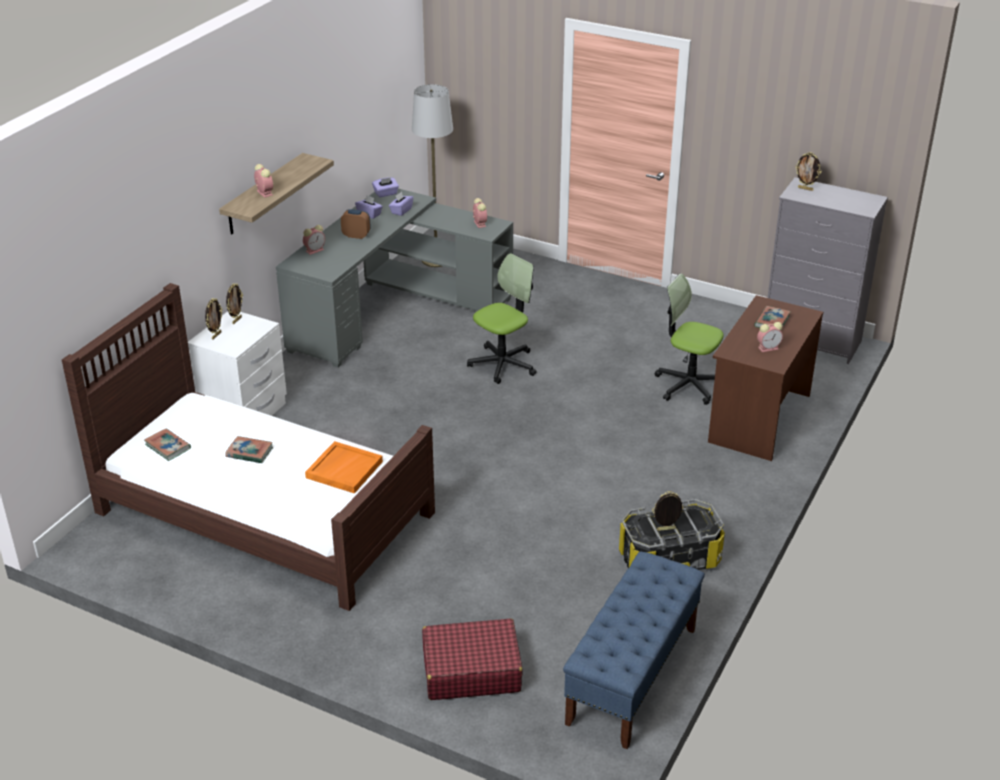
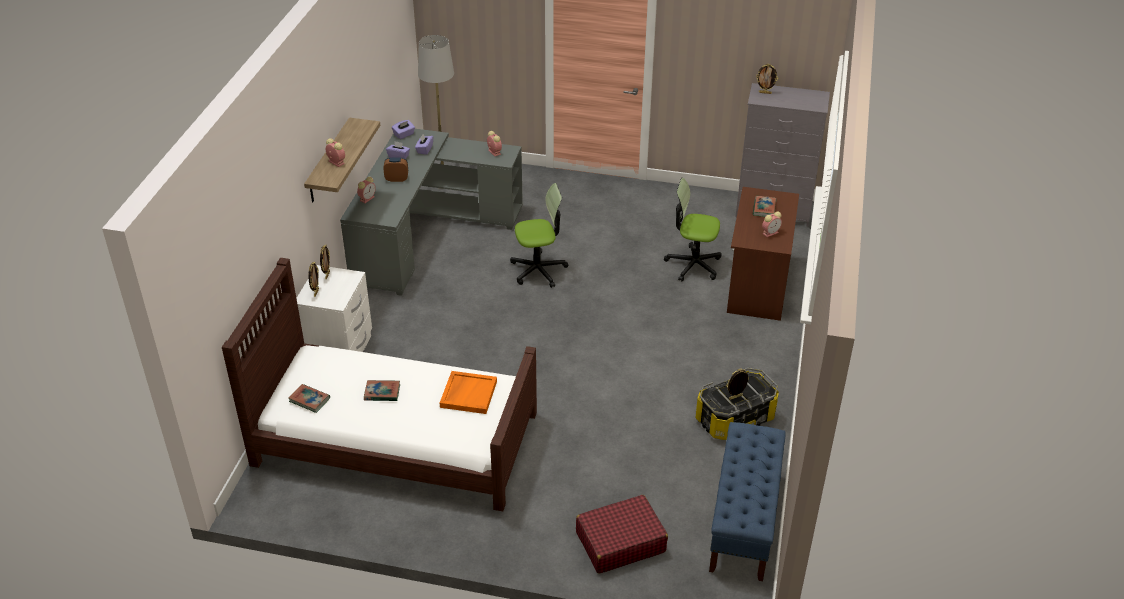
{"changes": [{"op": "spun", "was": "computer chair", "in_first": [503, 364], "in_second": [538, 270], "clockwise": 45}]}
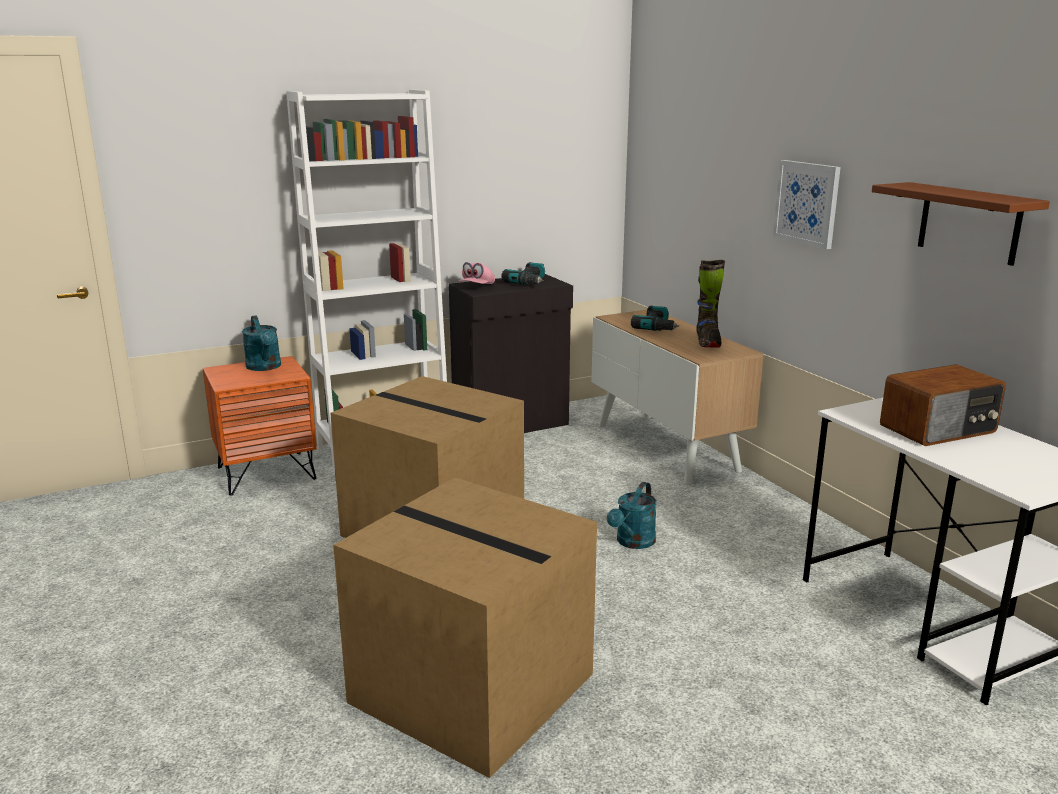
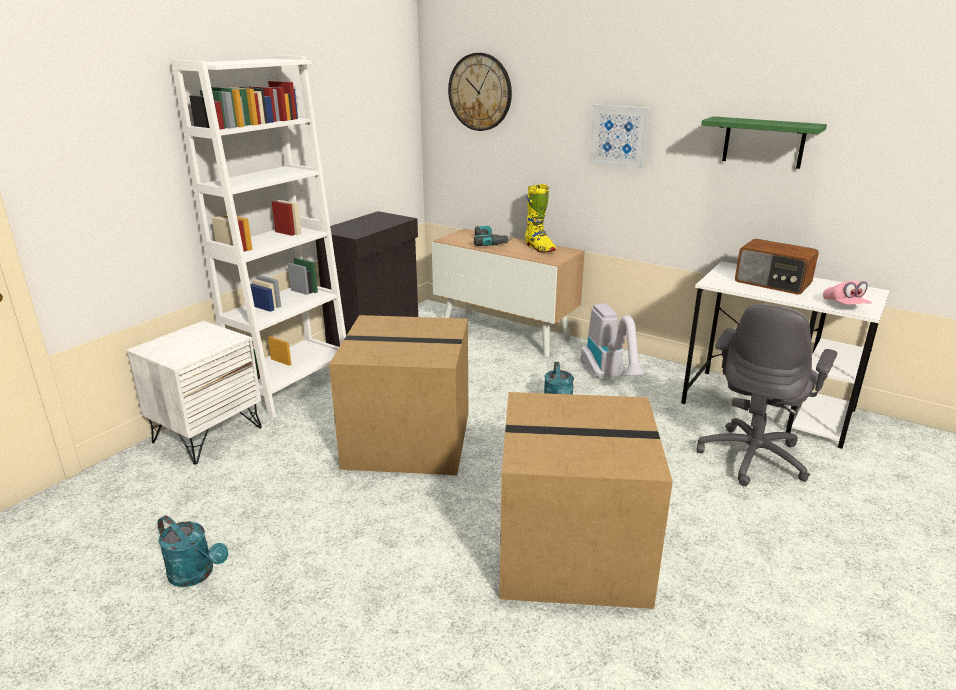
{"changes": [{"op": "colour", "was": "orangey bedside table", "now": "white-coloured bedside table", "in_first": [266, 473], "in_second": [207, 434]}, {"op": "relocated", "was": "blue-green watering pot", "in_first": [265, 367], "in_second": [196, 575]}, {"op": "appeared", "now": "clock on the wall", "in_second": [480, 92]}, {"op": "colour", "was": "blackish boot", "now": "yellow-coloured boot", "in_first": [707, 342], "in_second": [539, 248]}, {"op": "appeared", "now": "vacuum", "in_second": [609, 377]}, {"op": "appeared", "now": "grey computer chair", "in_second": [753, 457]}, {"op": "colour", "was": "brownish shelf", "now": "green-coloured shelf", "in_first": [969, 223], "in_second": [763, 142]}, {"op": "spun", "was": "radio", "in_first": [939, 429], "in_second": [772, 283], "clockwise": 90}, {"op": "relocated", "was": "pink peaked cap", "in_first": [477, 287], "in_second": [844, 306]}, {"op": "missing", "was": "power drill", "in_first": [529, 282]}]}
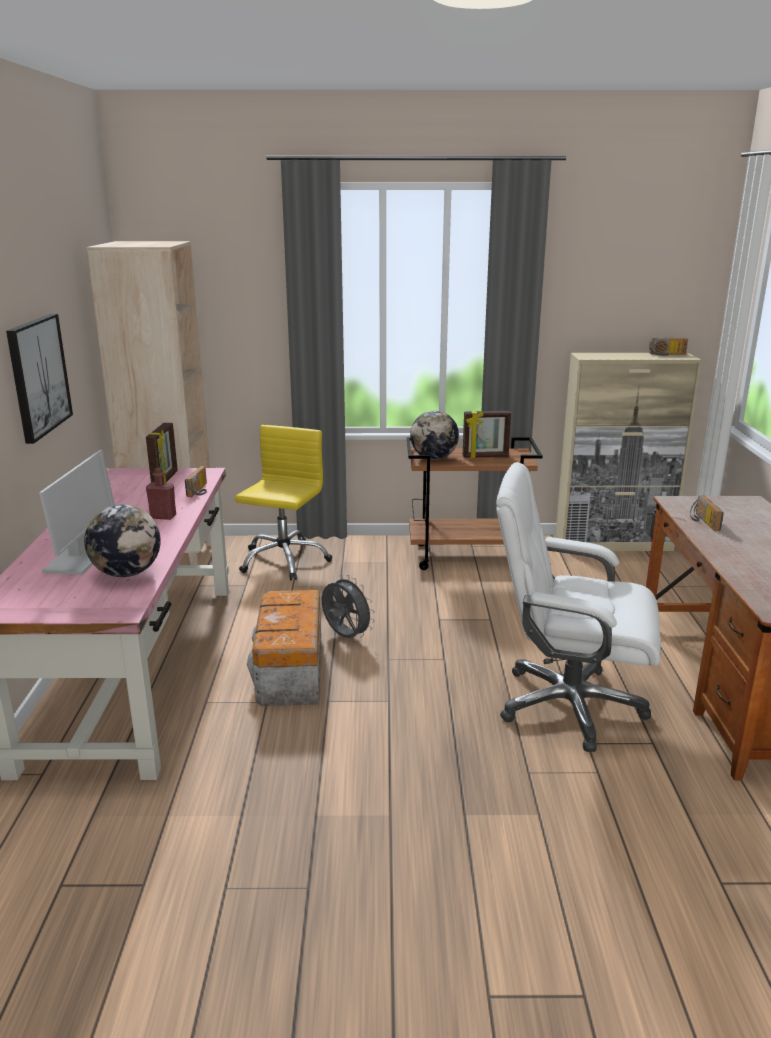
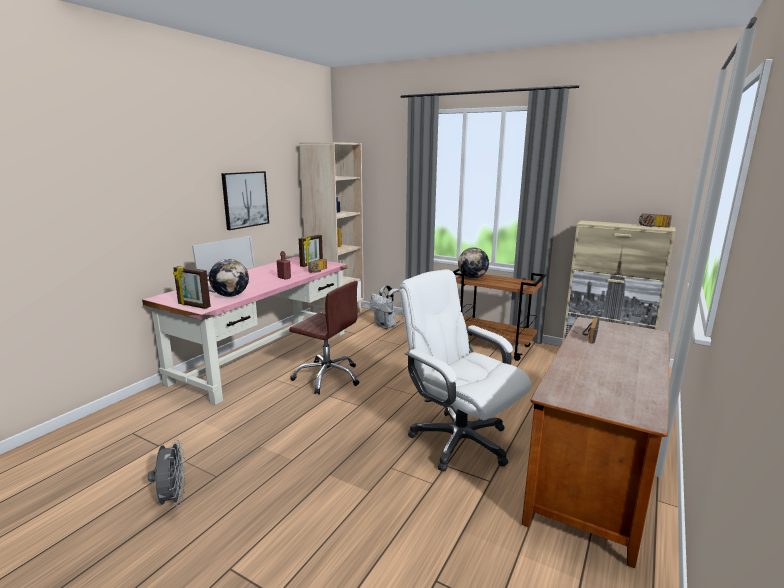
{"changes": [{"op": "relocated", "was": "grey electric fan", "in_first": [345, 637], "in_second": [173, 499]}, {"op": "relocated", "was": "standing frame", "in_first": [485, 457], "in_second": [193, 306]}, {"op": "exchanged", "was": "storage box", "now": "brownish computer chair", "in_first": [290, 671], "in_second": [327, 377]}, {"op": "exchanged", "was": "yellow-coloured computer chair", "now": "white-coloured backpack", "in_first": [283, 560], "in_second": [387, 326]}]}
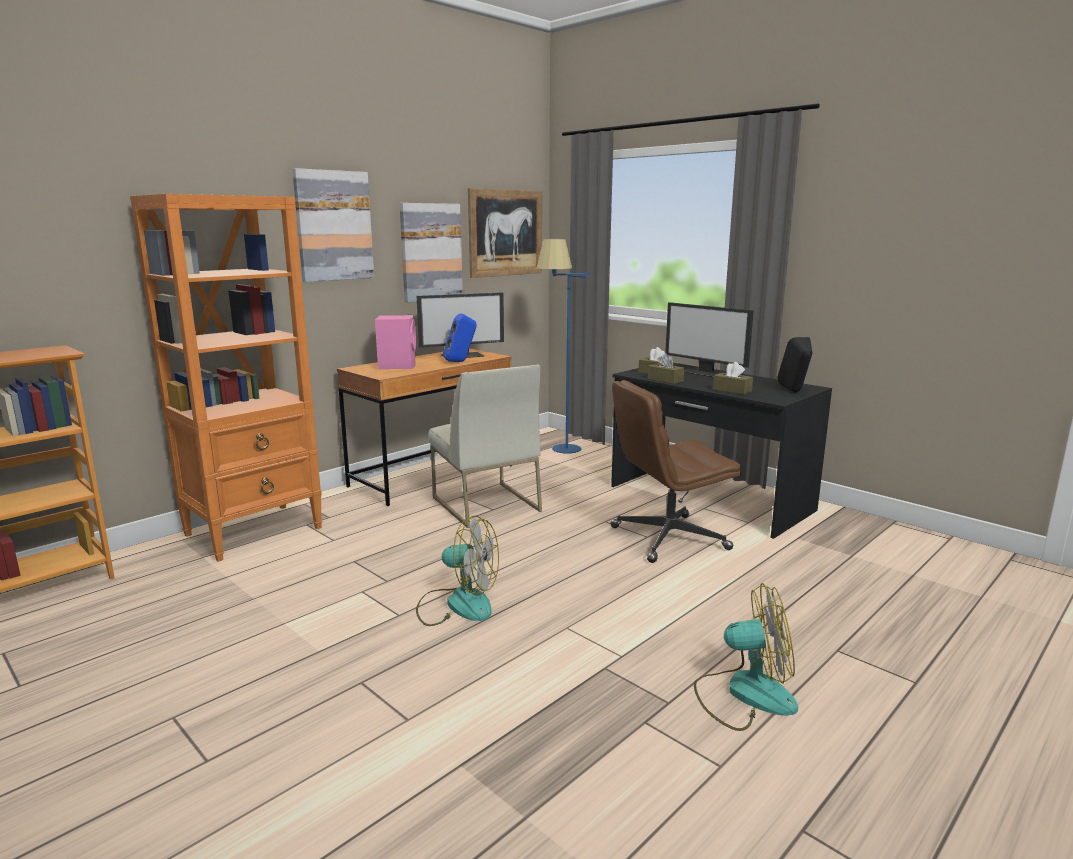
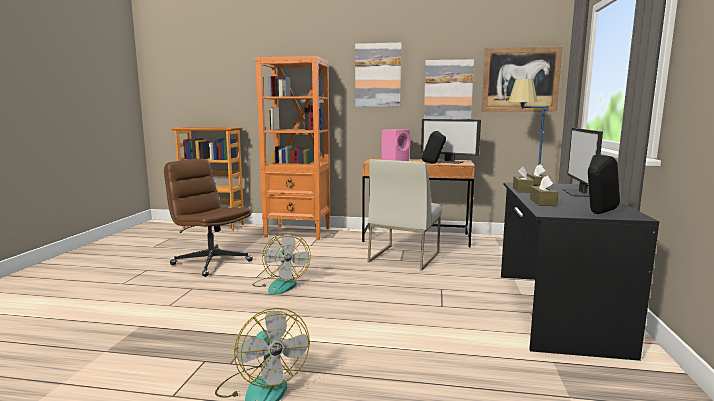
{"changes": [{"op": "relocated", "was": "brownish computer chair", "in_first": [668, 538], "in_second": [211, 263]}, {"op": "colour", "was": "blue audio speaker", "now": "blackish audio speaker", "in_first": [461, 361], "in_second": [433, 163]}]}
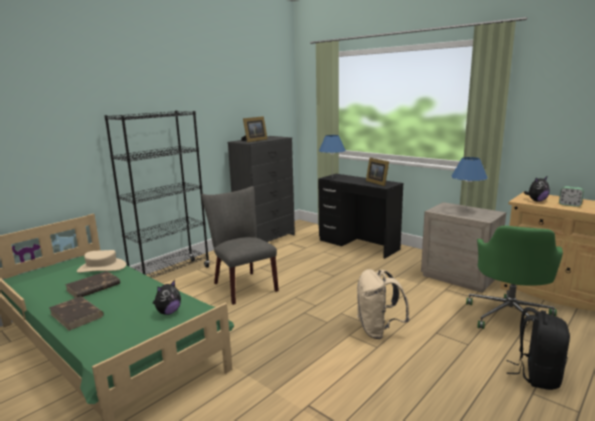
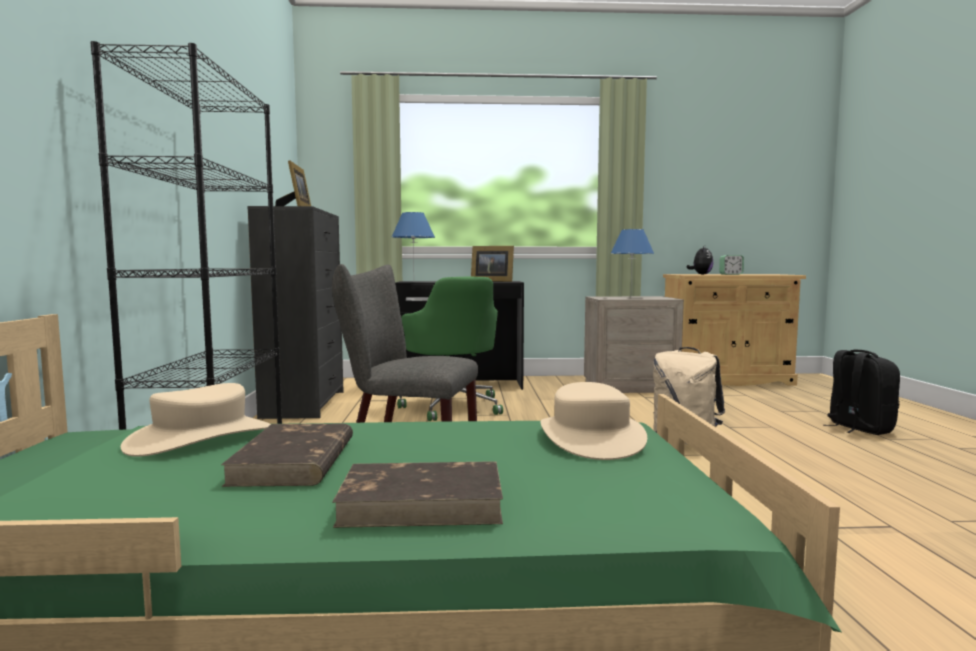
{"changes": [{"op": "relocated", "was": "green-coloured computer chair", "in_first": [510, 316], "in_second": [453, 406]}, {"op": "exchanged", "was": "cuddly toy", "now": "beige clothing hat", "in_first": [168, 312], "in_second": [590, 437]}]}
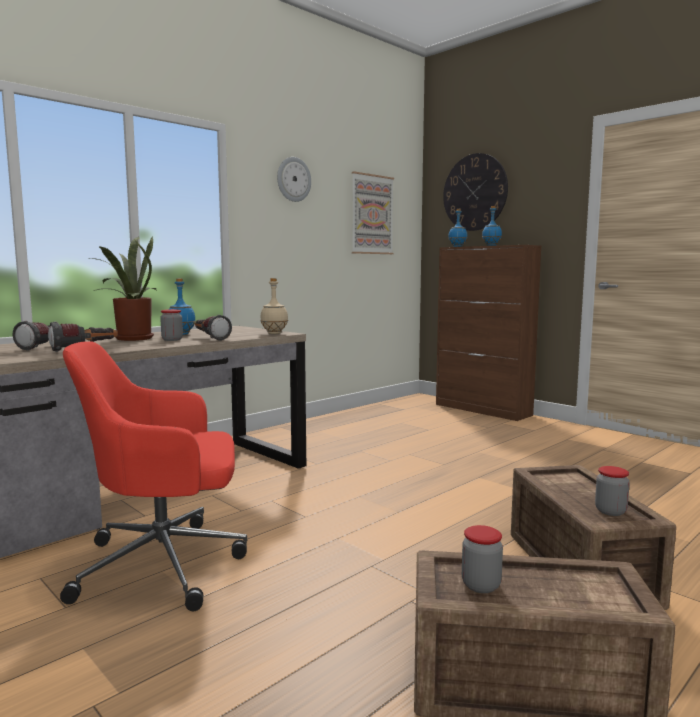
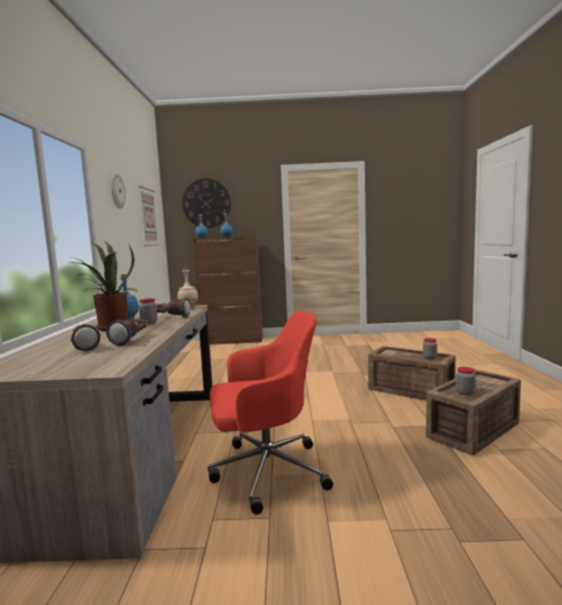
{"changes": [{"op": "spun", "was": "reddish computer chair", "in_first": [165, 564], "in_second": [266, 471], "clockwise": -135}]}
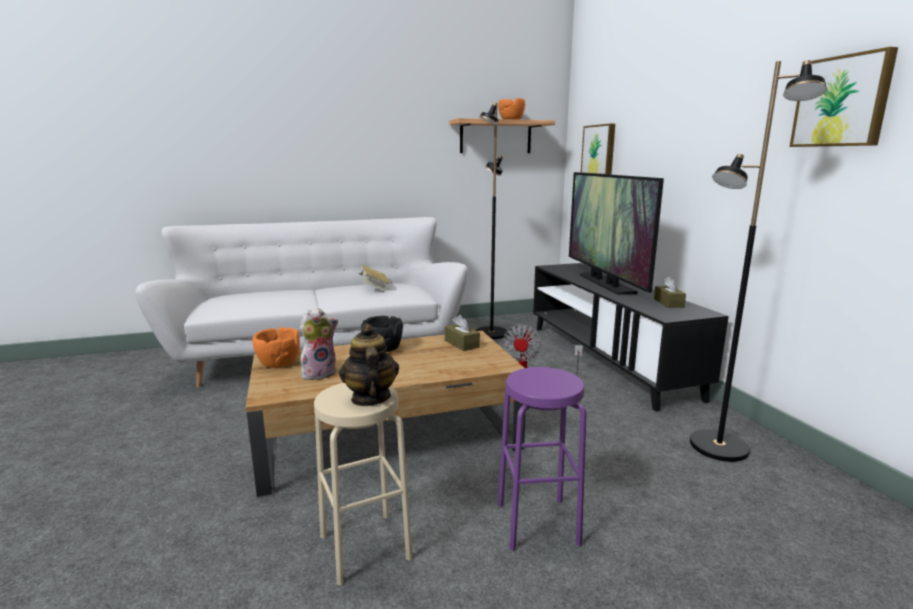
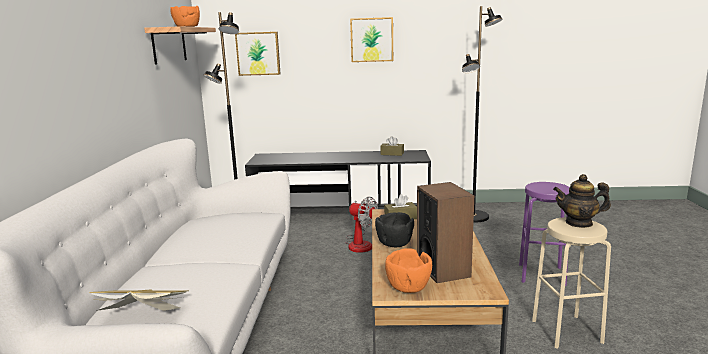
{"changes": [{"op": "relocated", "was": "bound book", "in_first": [374, 287], "in_second": [143, 315]}, {"op": "relocated", "was": "picture", "in_first": [842, 101], "in_second": [372, 40]}, {"op": "exchanged", "was": "cuddly toy", "now": "audio speaker", "in_first": [319, 373], "in_second": [443, 269]}, {"op": "missing", "was": "television", "in_first": [605, 283]}]}
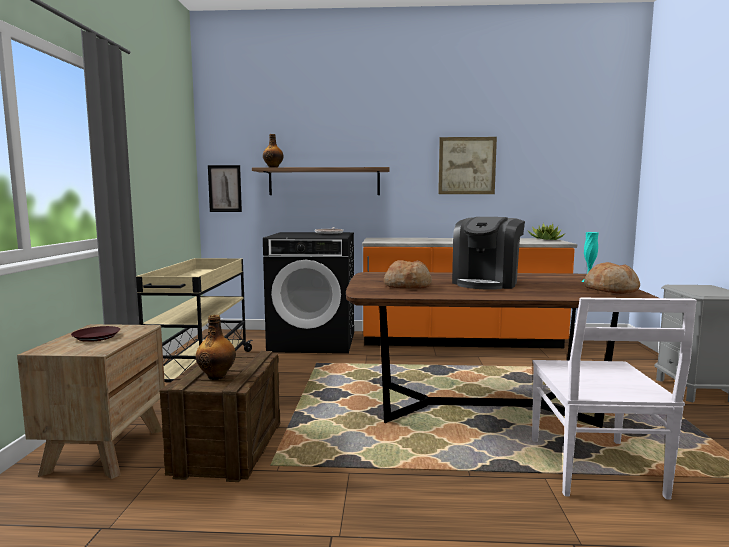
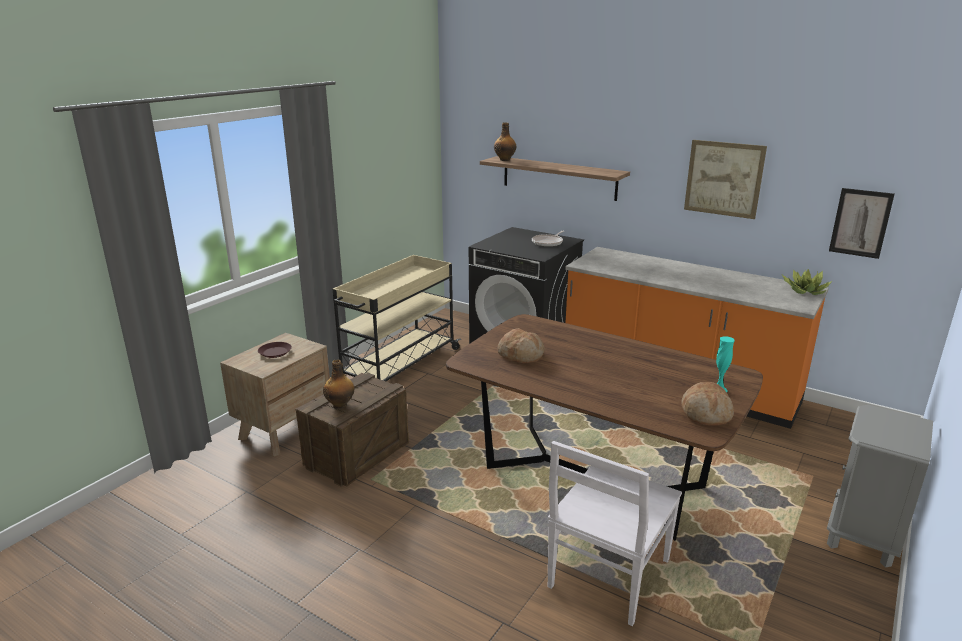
{"changes": [{"op": "relocated", "was": "picture", "in_first": [225, 188], "in_second": [860, 223]}, {"op": "missing", "was": "coffee maker", "in_first": [486, 283]}]}
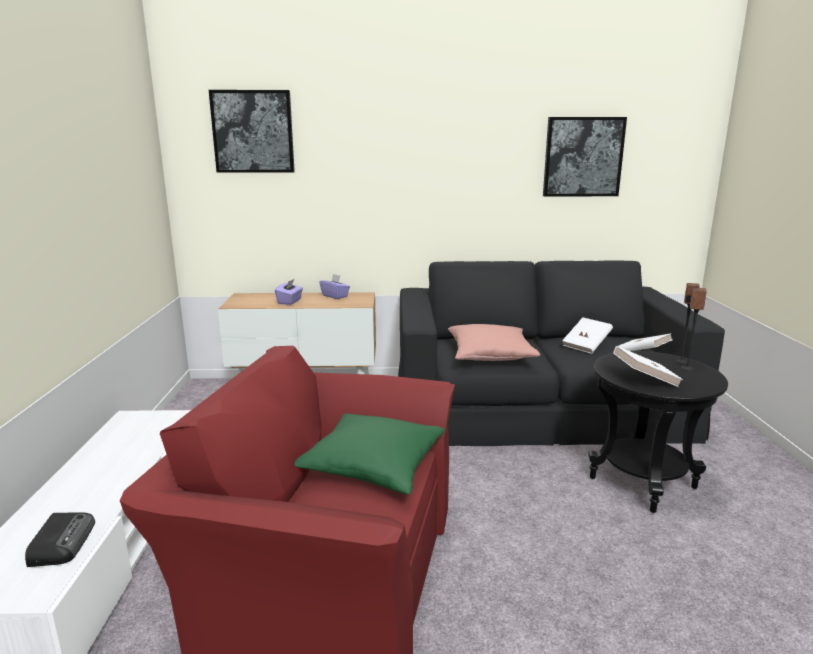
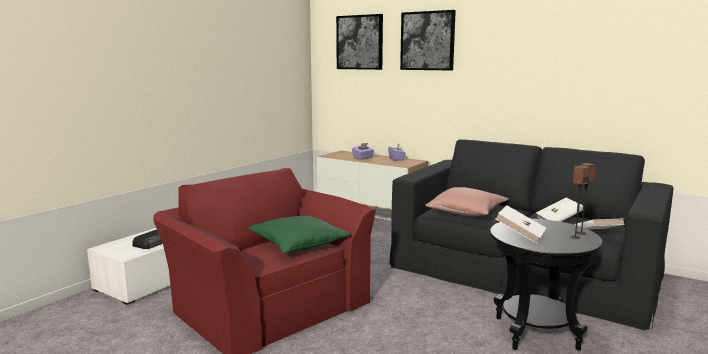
{"changes": [{"op": "relocated", "was": "picture", "in_first": [583, 157], "in_second": [427, 41]}]}
